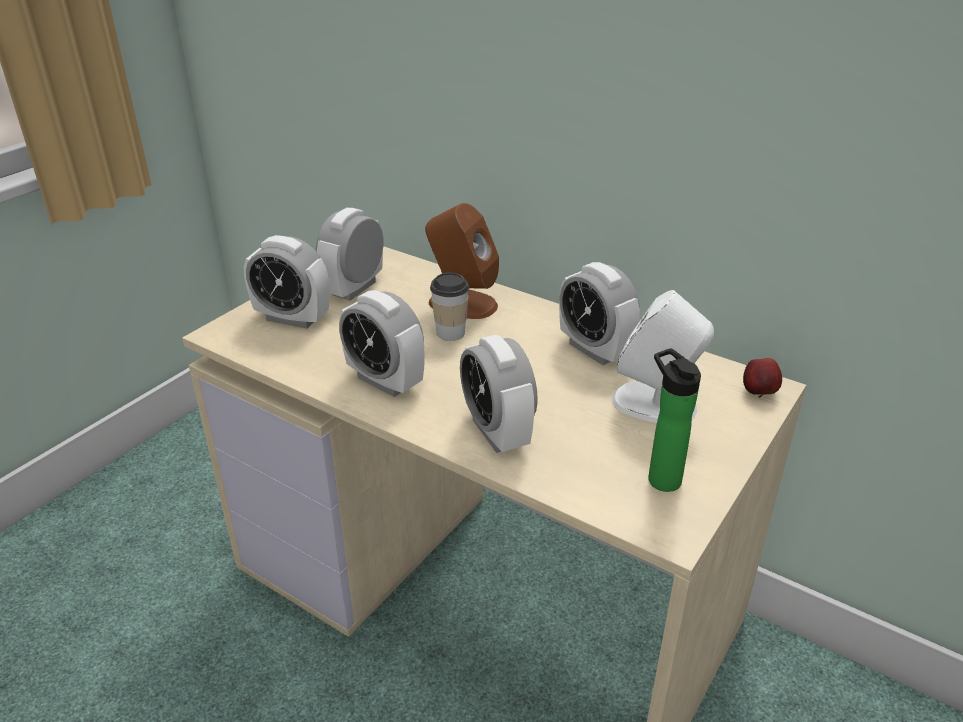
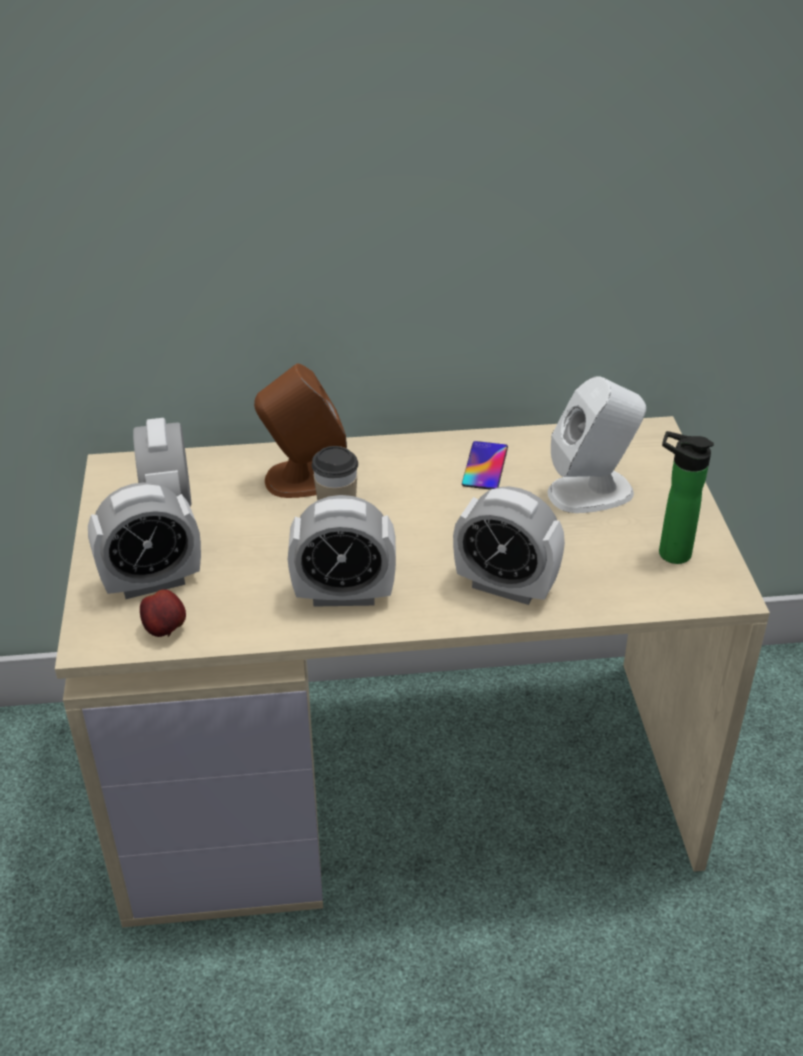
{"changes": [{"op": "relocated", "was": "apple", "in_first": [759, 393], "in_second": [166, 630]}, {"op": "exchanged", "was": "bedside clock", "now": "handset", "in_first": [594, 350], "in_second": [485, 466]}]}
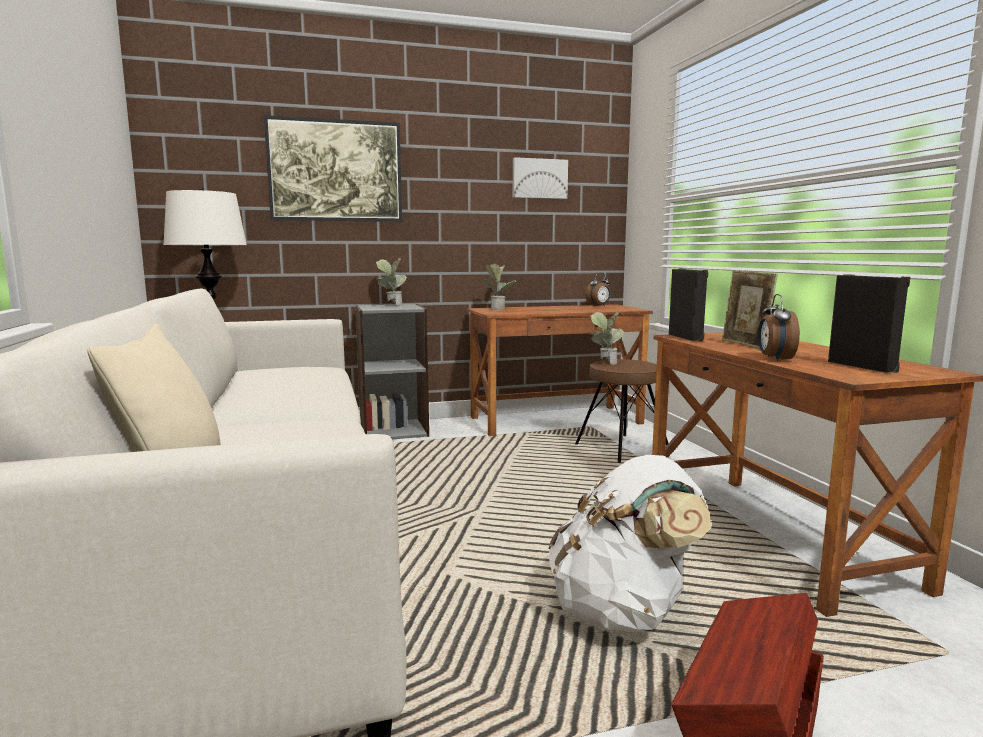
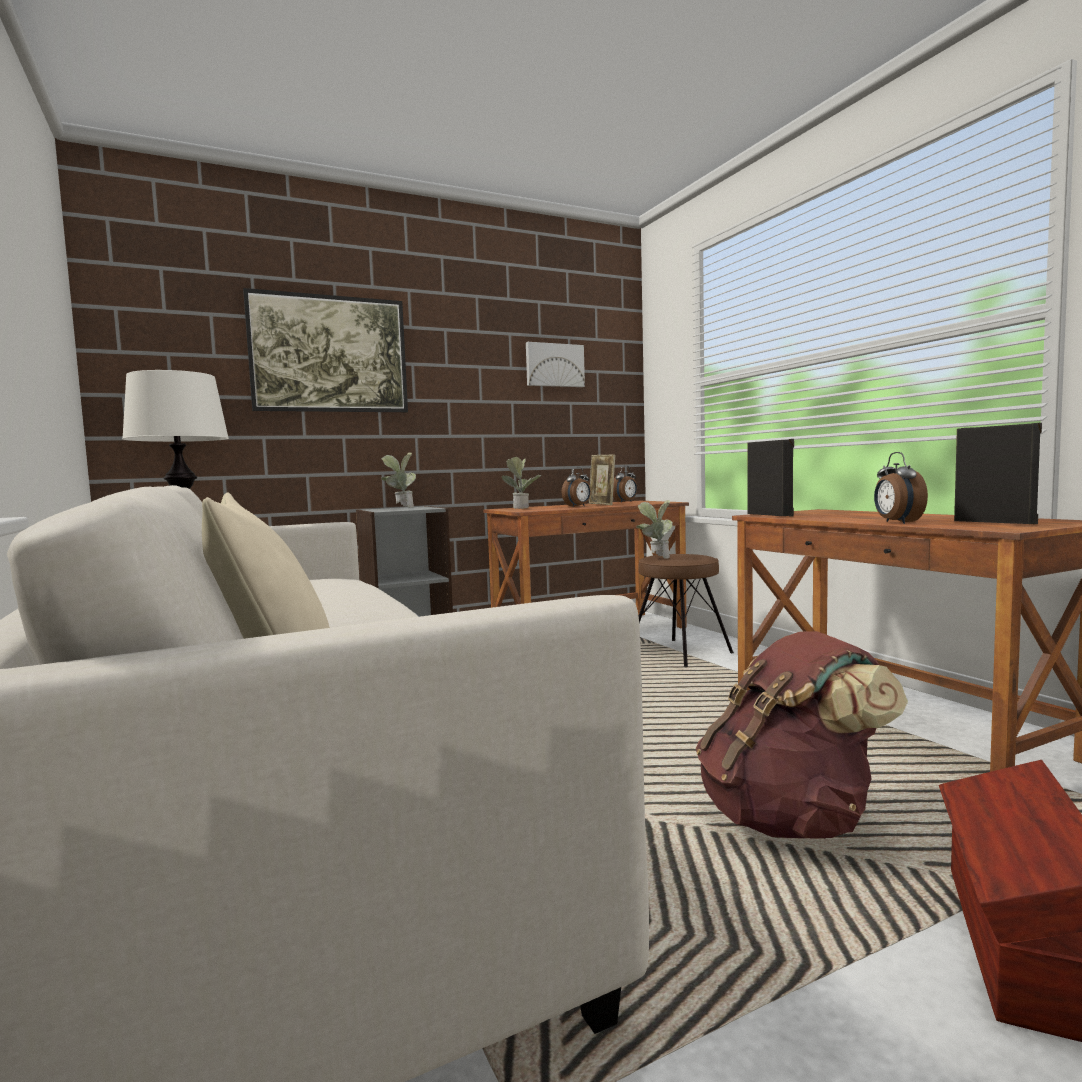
{"changes": [{"op": "appeared", "now": "bedside clock", "in_second": [577, 506]}, {"op": "relocated", "was": "standing frame", "in_first": [745, 345], "in_second": [602, 504]}, {"op": "colour", "was": "white-coloured backpack", "now": "brownish backpack", "in_first": [622, 611], "in_second": [791, 820]}]}
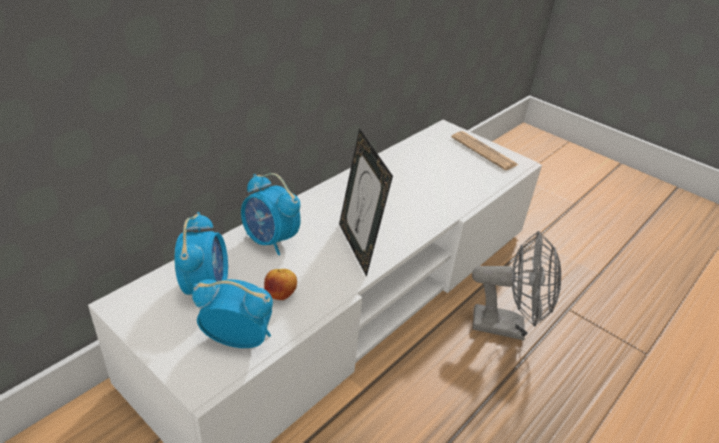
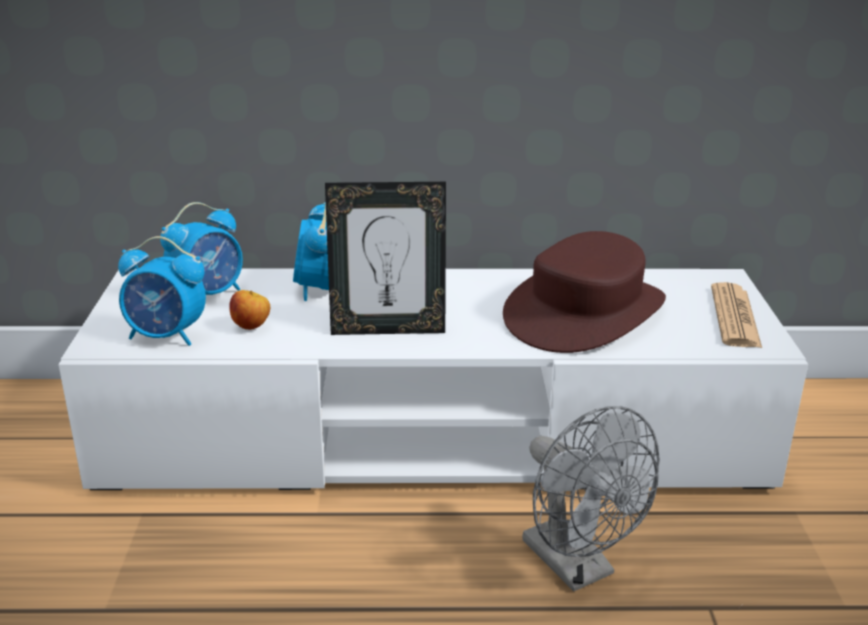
{"changes": [{"op": "spun", "was": "bedside clock", "in_first": [238, 339], "in_second": [167, 336], "clockwise": 135}, {"op": "spun", "was": "standing frame", "in_first": [358, 247], "in_second": [388, 329], "clockwise": -120}, {"op": "appeared", "now": "brownish clothing hat", "in_second": [585, 312]}]}
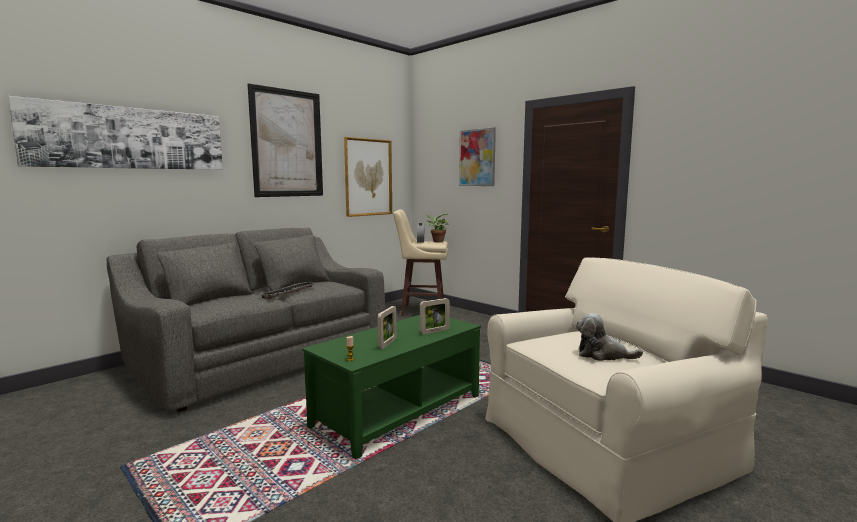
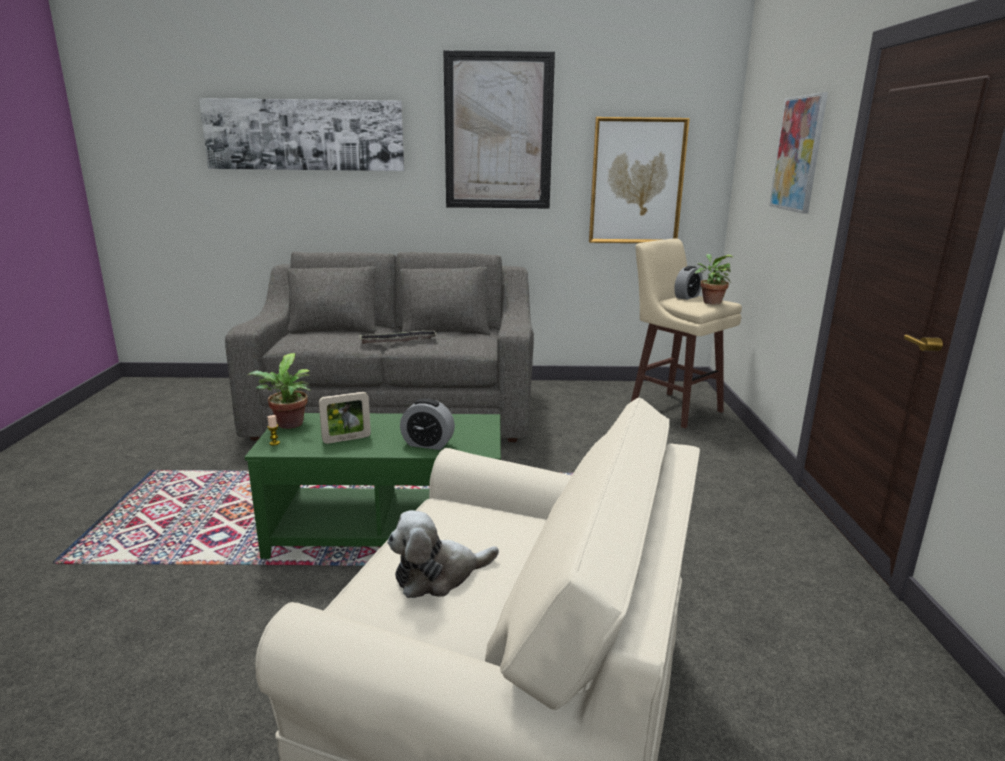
{"changes": [{"op": "appeared", "now": "potted plant", "in_second": [288, 425]}, {"op": "spun", "was": "cuddly toy", "in_first": [602, 355], "in_second": [438, 575], "clockwise": -90}, {"op": "exchanged", "was": "standing frame", "now": "bedside clock", "in_first": [434, 331], "in_second": [427, 444]}]}
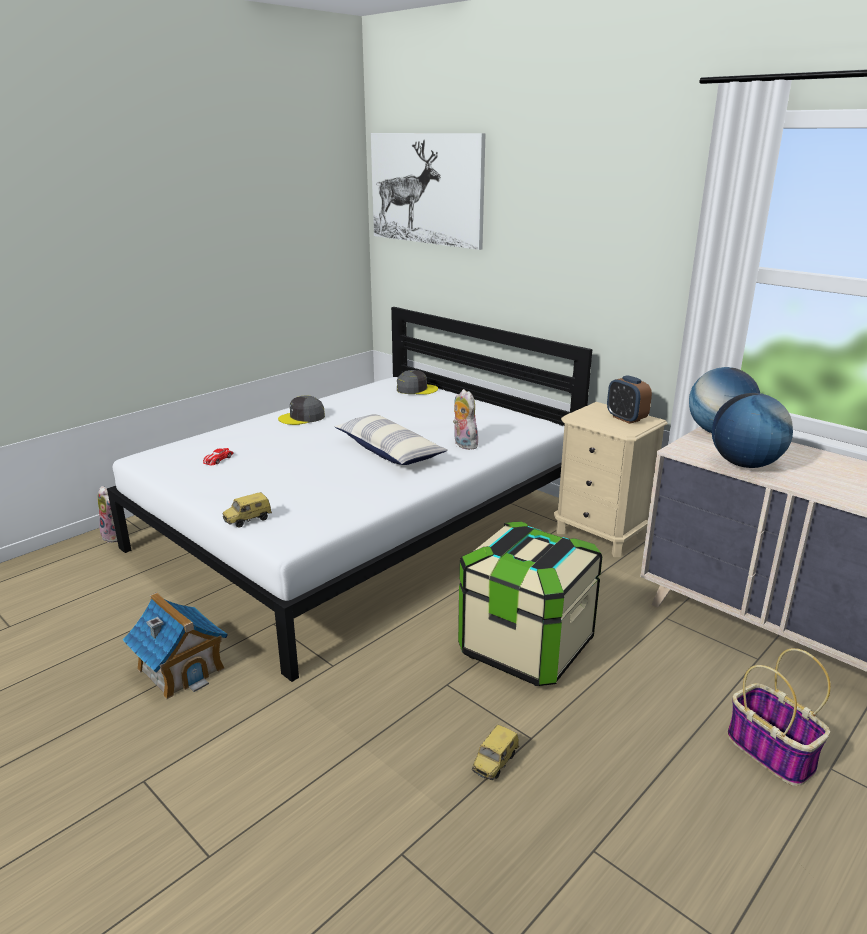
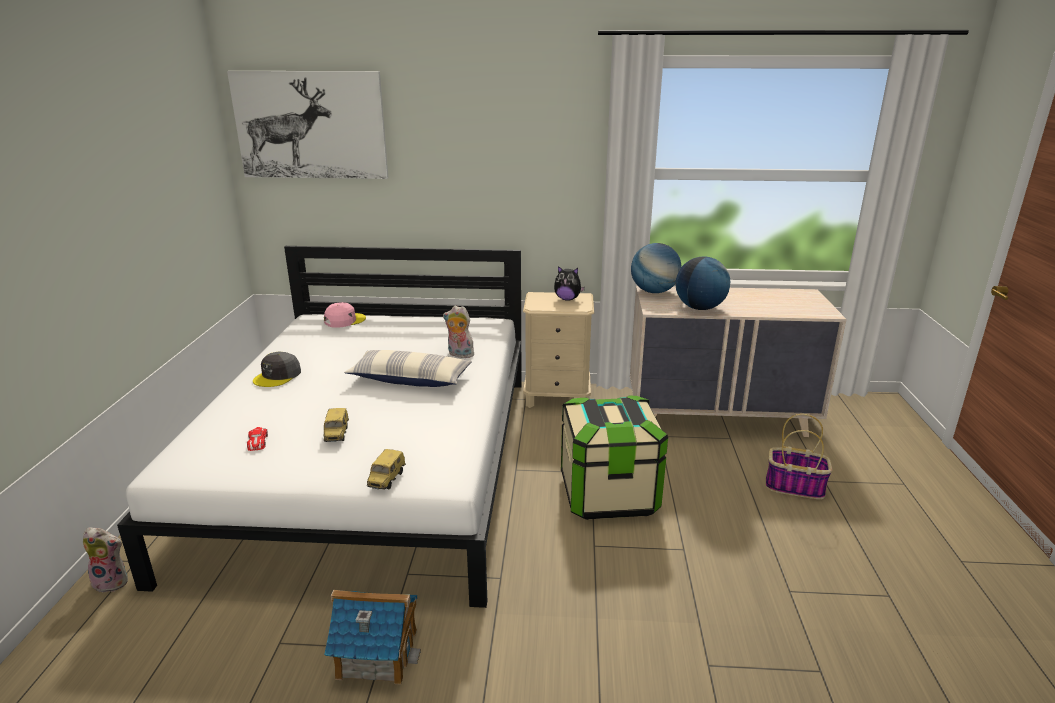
{"changes": [{"op": "colour", "was": "grey peaked cap", "now": "pink peaked cap", "in_first": [416, 389], "in_second": [344, 320]}, {"op": "relocated", "was": "toy car", "in_first": [495, 764], "in_second": [337, 435]}, {"op": "exchanged", "was": "bedside clock", "now": "cuddly toy", "in_first": [626, 418], "in_second": [567, 299]}]}
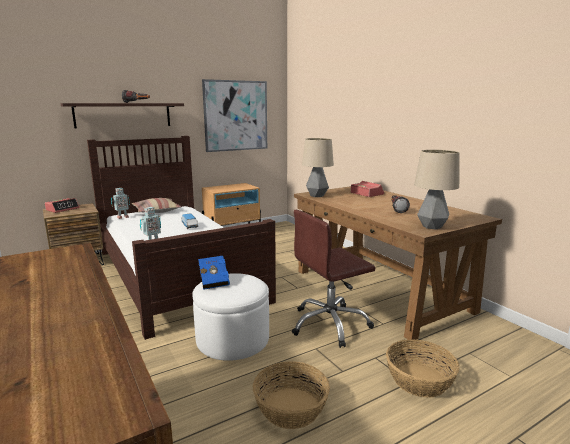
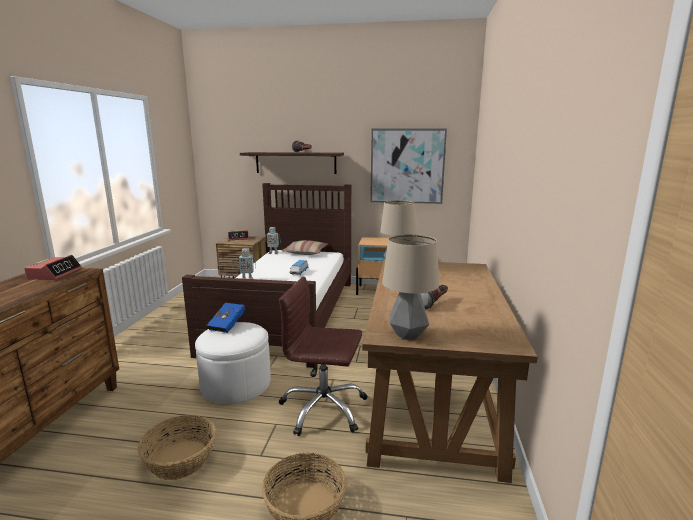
{"changes": [{"op": "relocated", "was": "bedside clock", "in_first": [366, 193], "in_second": [55, 274]}]}
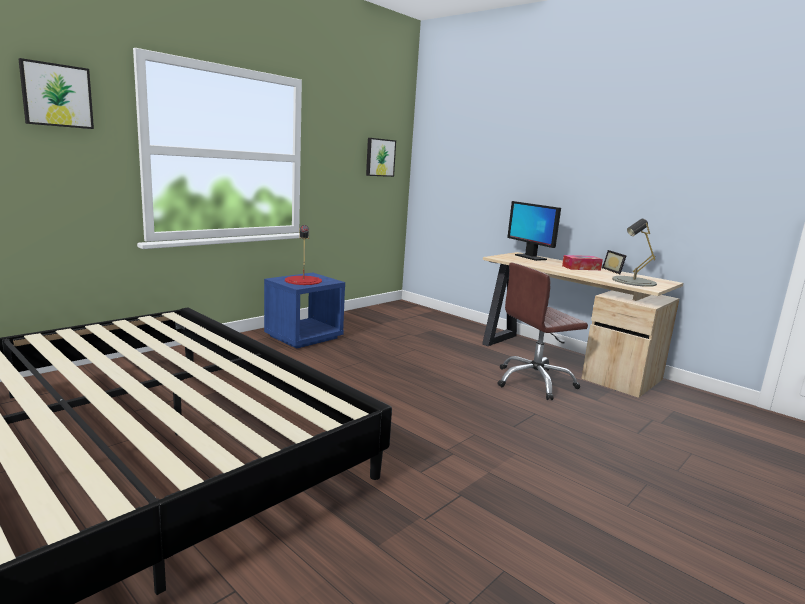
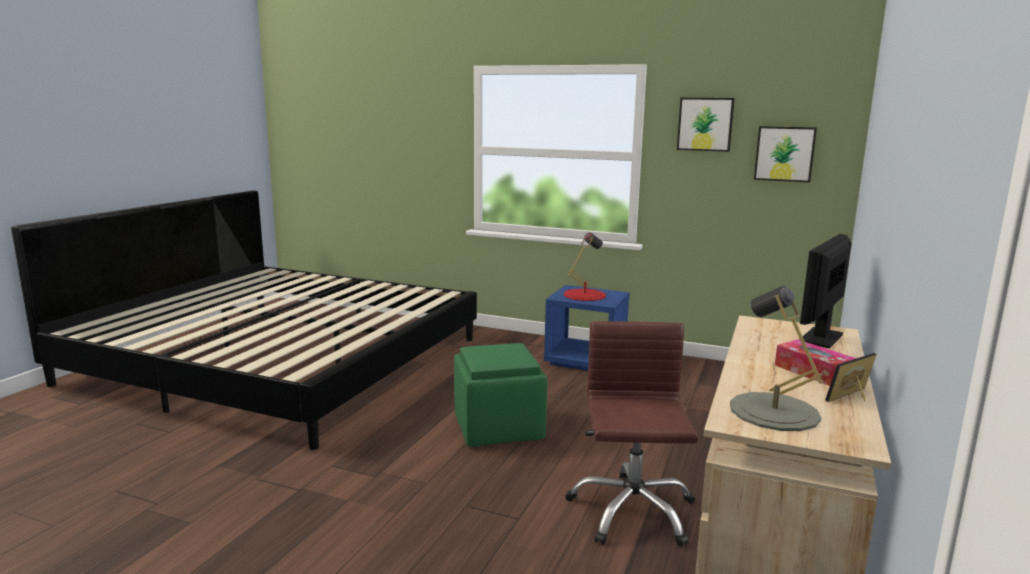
{"changes": [{"op": "appeared", "now": "green-coloured pouffe", "in_second": [499, 428]}, {"op": "spun", "was": "brownish computer chair", "in_first": [534, 382], "in_second": [631, 511], "clockwise": 45}, {"op": "relocated", "was": "picture", "in_first": [57, 95], "in_second": [705, 124]}]}
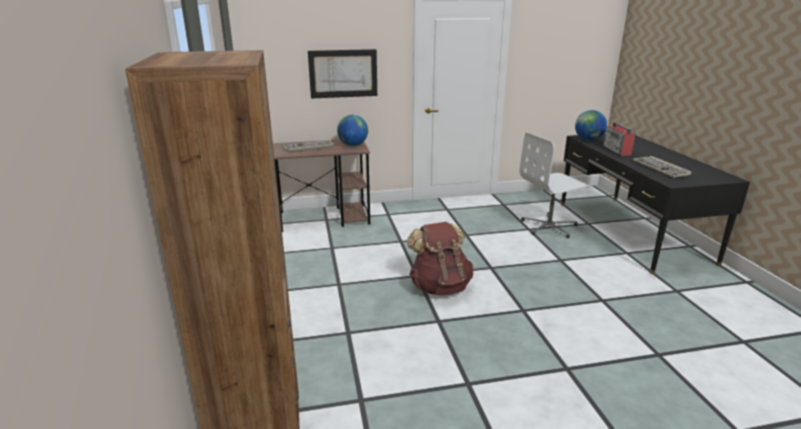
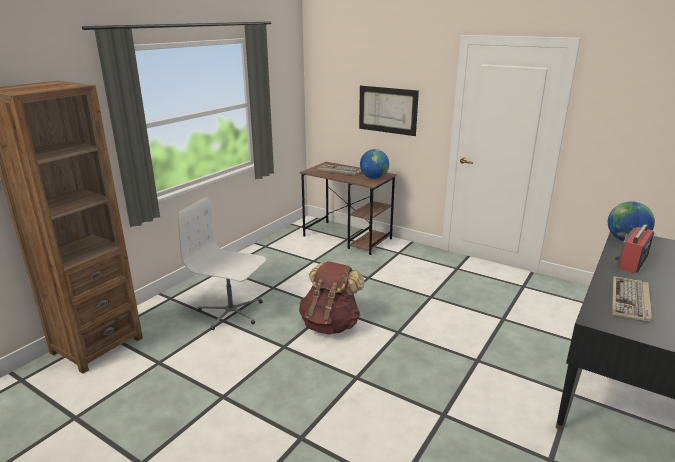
{"changes": [{"op": "relocated", "was": "white-coloured computer chair", "in_first": [549, 227], "in_second": [231, 312]}]}
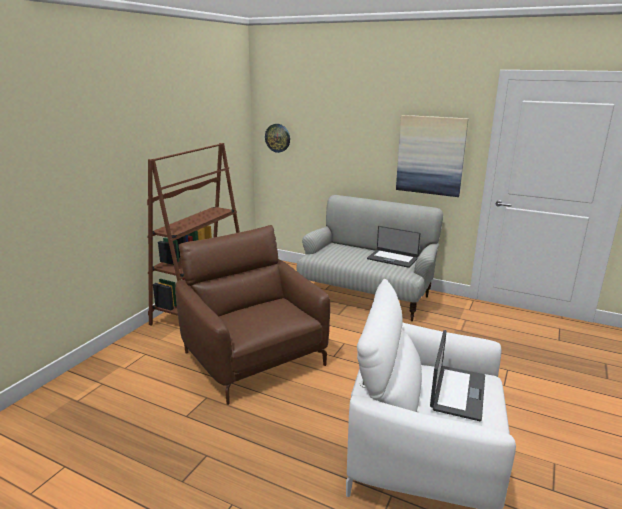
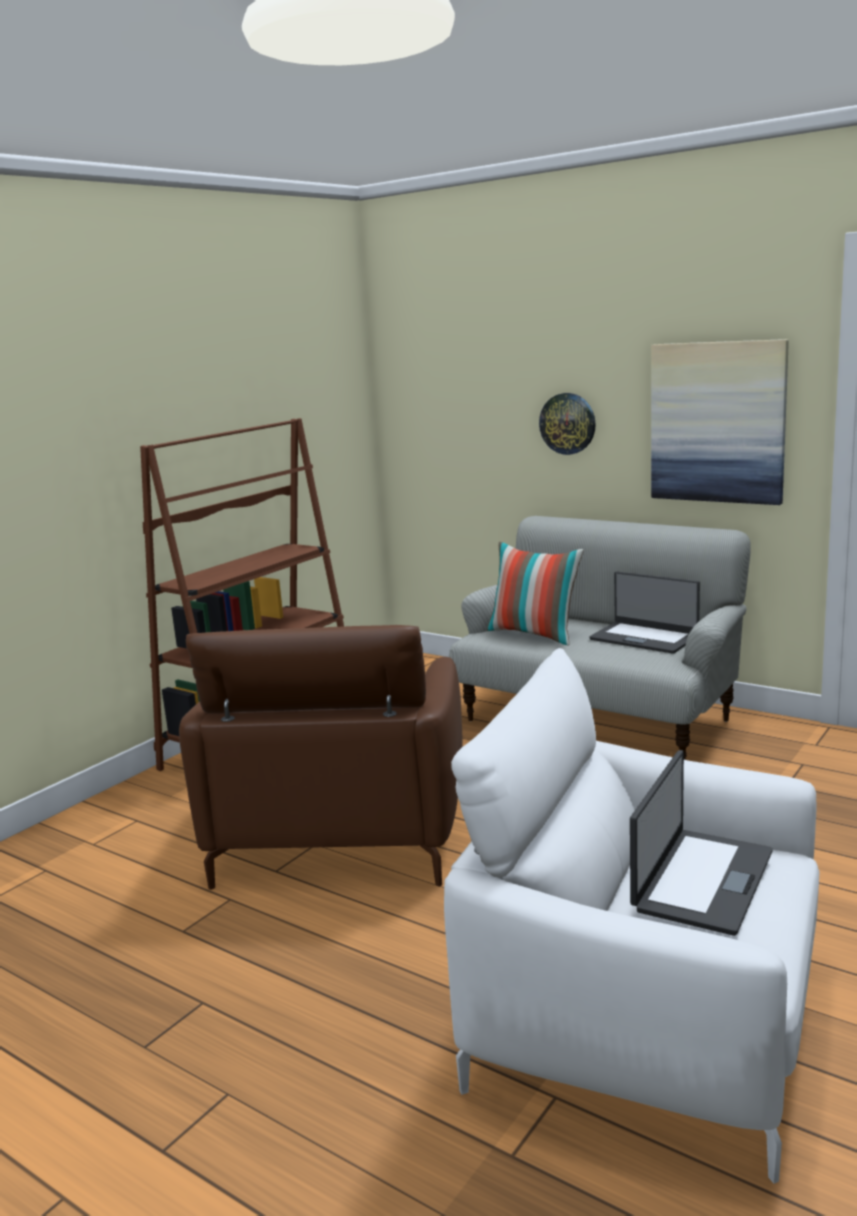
{"changes": [{"op": "spun", "was": "brownish easy chair", "in_first": [254, 359], "in_second": [340, 832], "clockwise": -150}, {"op": "appeared", "now": "throw pillow", "in_second": [534, 634]}, {"op": "relocated", "was": "clock on the wall", "in_first": [277, 138], "in_second": [567, 423]}]}
